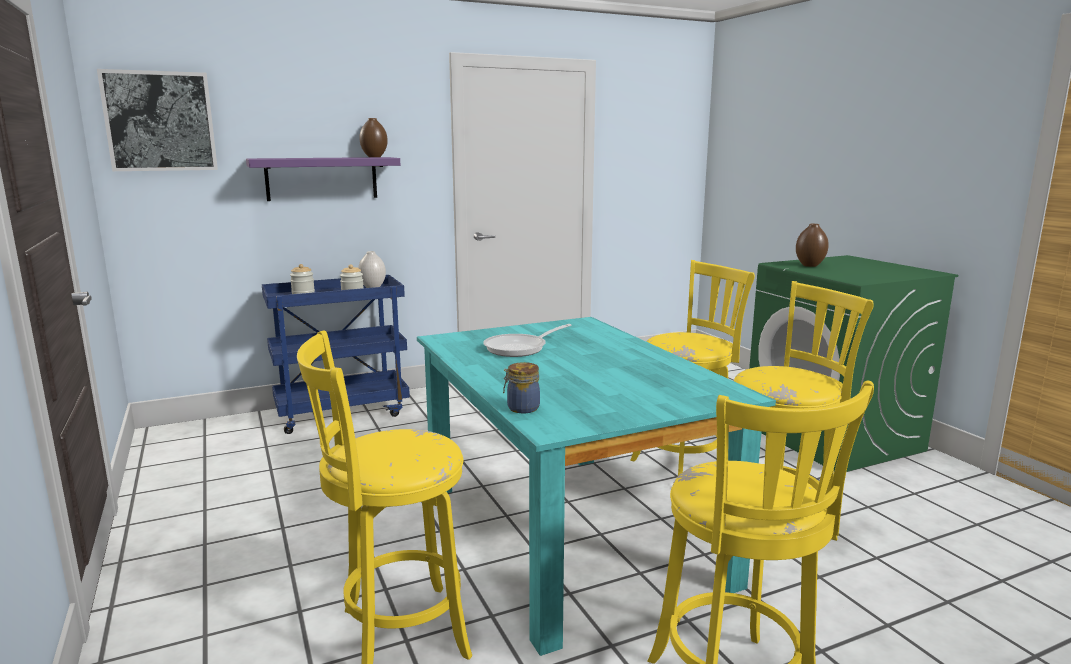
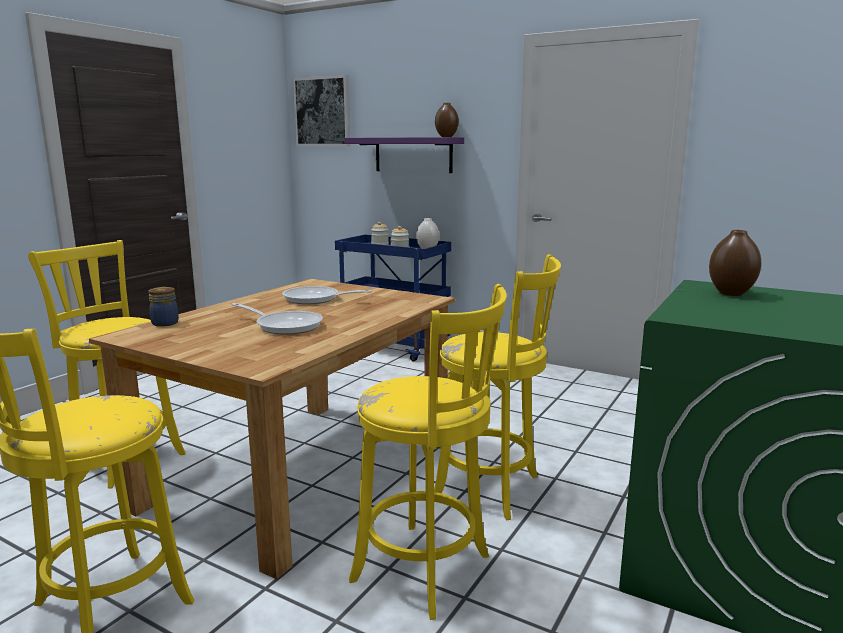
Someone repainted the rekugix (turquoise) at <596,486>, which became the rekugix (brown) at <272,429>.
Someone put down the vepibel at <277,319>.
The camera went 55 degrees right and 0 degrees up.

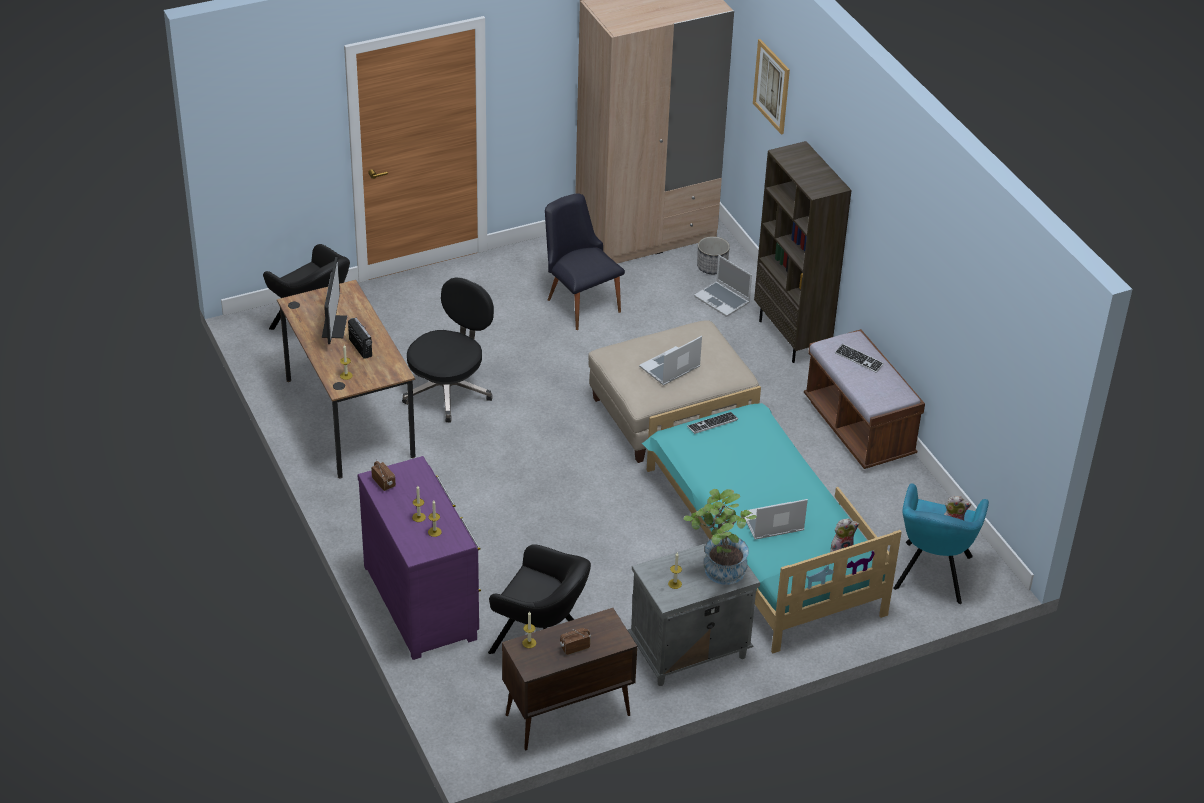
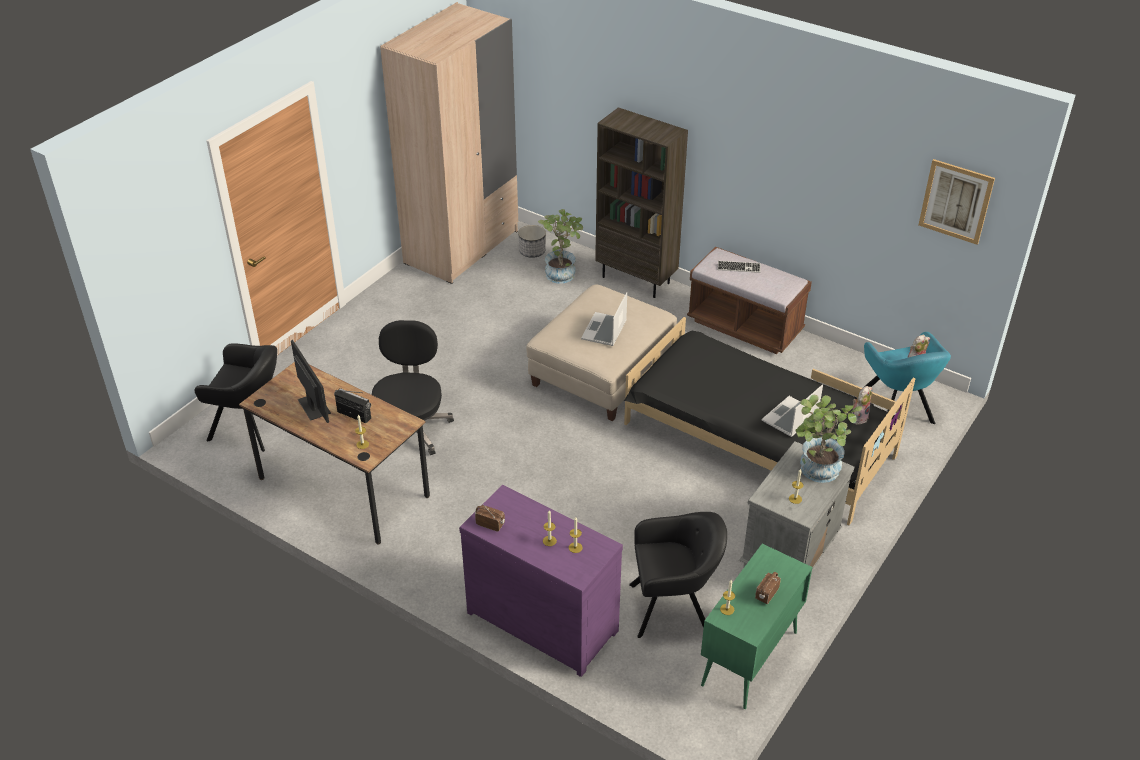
Someone repainted the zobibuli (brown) at <569,679>, which became the zobibuli (green) at <757,626>.
Someone took away the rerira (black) at <585,261>.
Someone repainted the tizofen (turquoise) at <772,519>, which became the tizofen (black) at <770,421>.
Someone took away the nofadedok at <712,423>.
Someone swapped the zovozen at <723,286> for the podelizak at <560,246>.
Someone carried the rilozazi from <771,87> to <956,202>.
The camera went 30 degrees left and 0 degrees up.

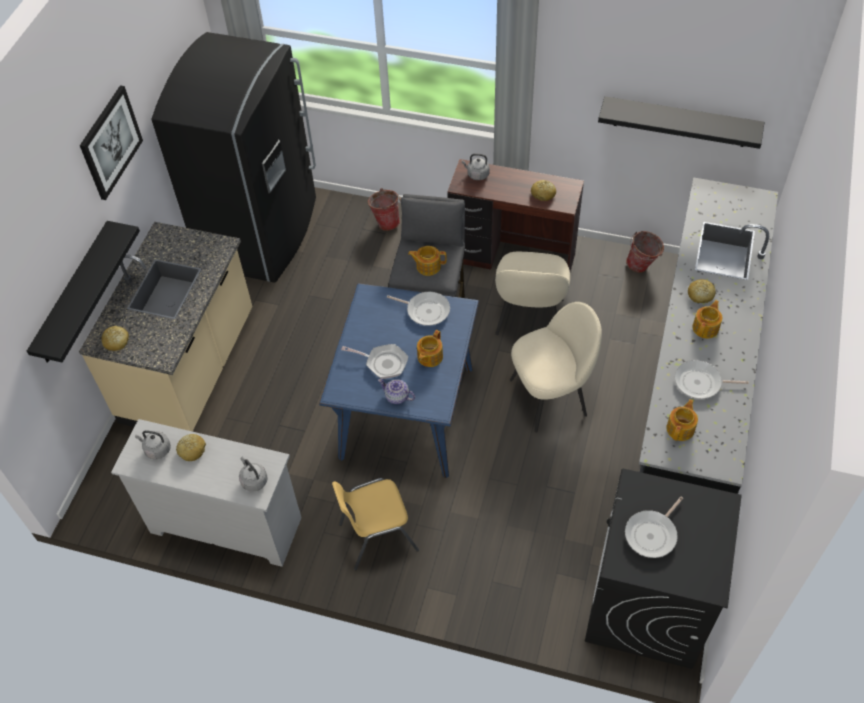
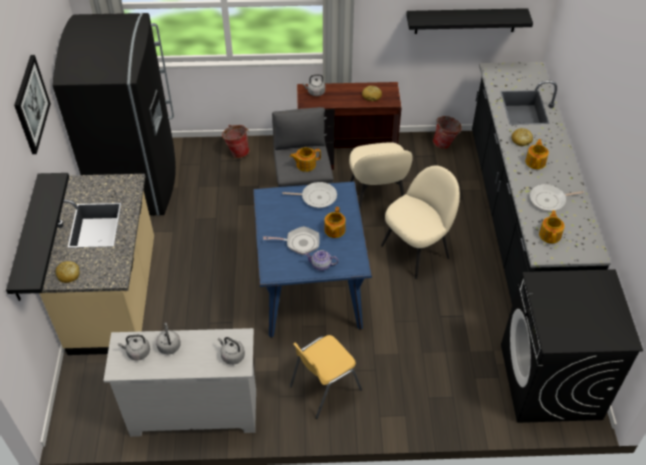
Someone swapped the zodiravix at <191,447> for the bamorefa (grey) at <168,339>.
Someone took away the vepibel at <654,527>.
The camera went 20 degrees left and 5 degrees down.

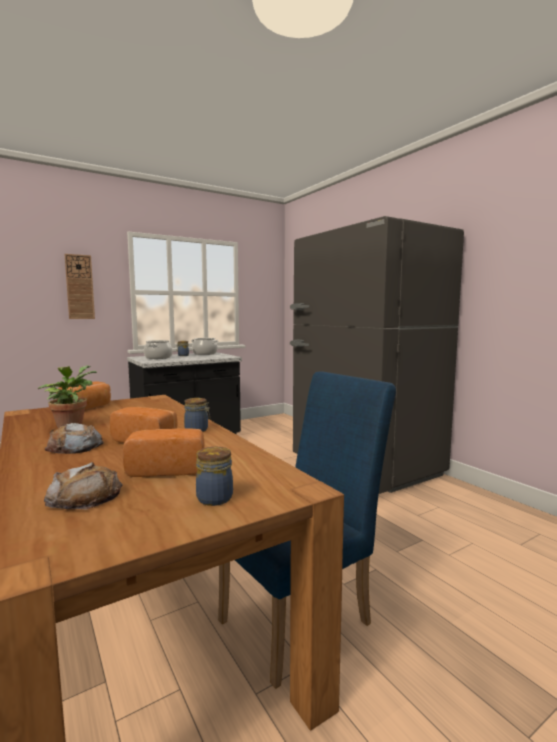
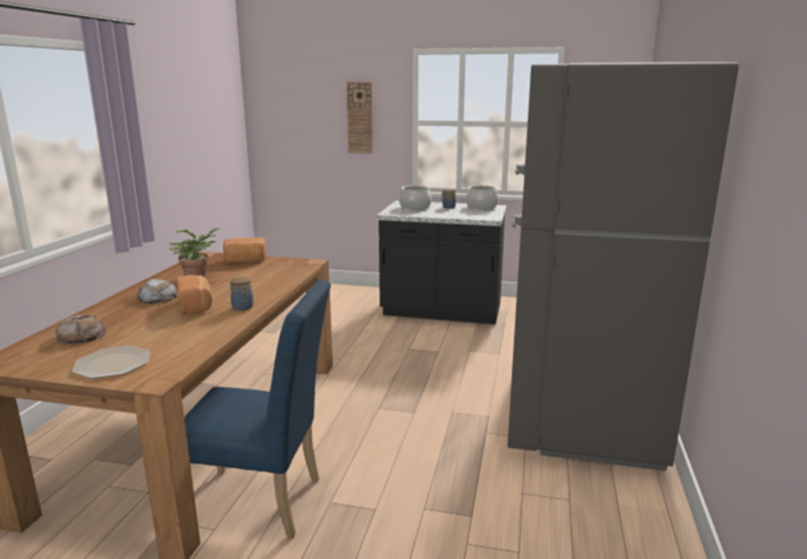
Someone took away the zodiravix at <163,452>.
Someone swapped the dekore at <214,476> for the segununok at <111,362>.
The camera went 45 degrees right and 10 degrees up.

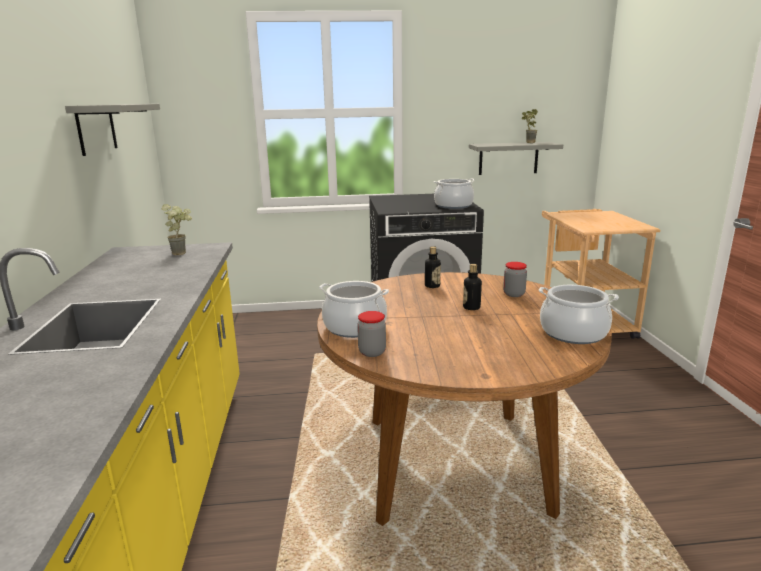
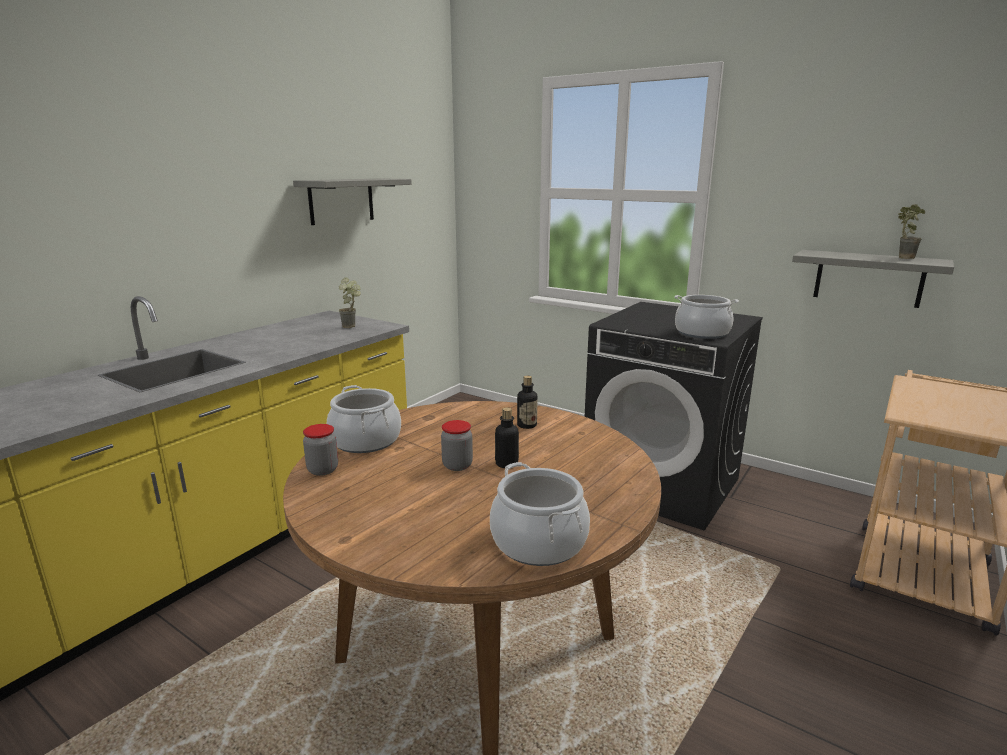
Someone carried the dekore from <515,279> to <457,445>.
The camera went 40 degrees right and 0 degrees up.

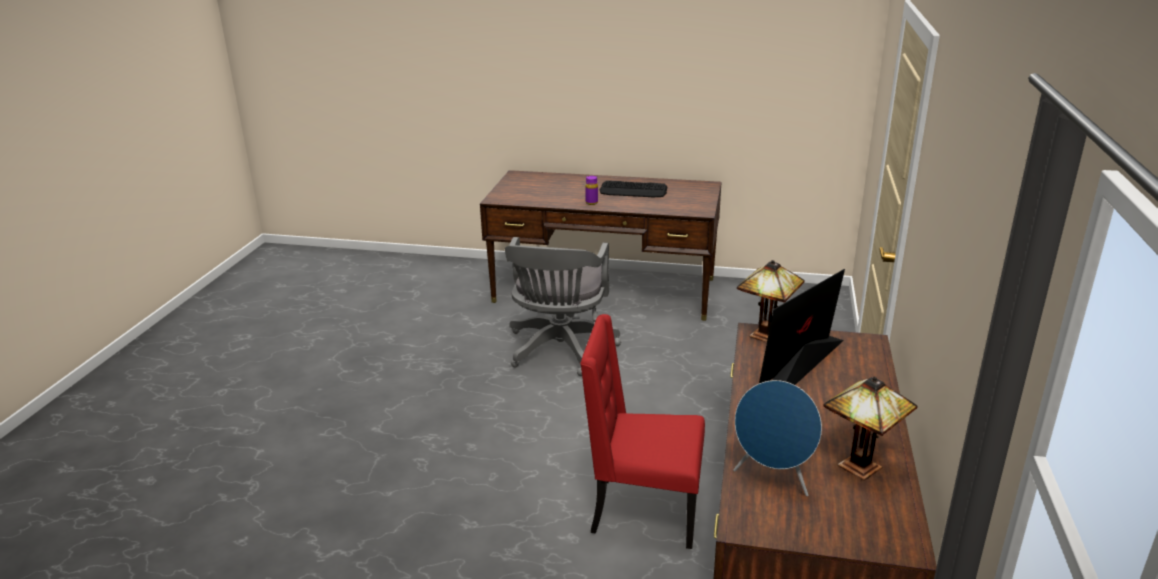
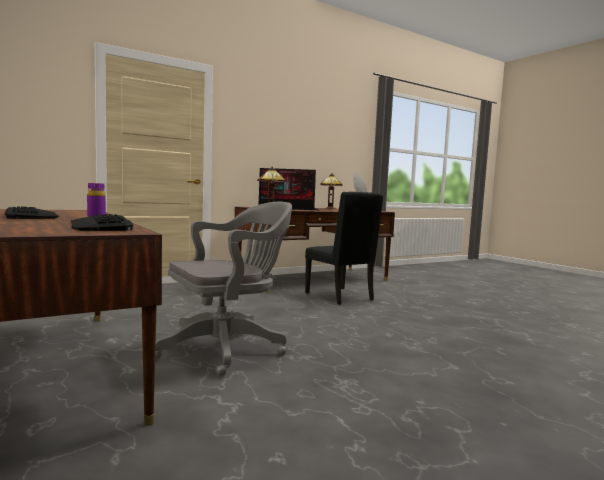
Someone repainted the rerira (red) at <642,431>, which became the rerira (black) at <344,248>.
Someone put down the nofadedok at <102,222>.
The camera went 135 degrees left and 20 degrees down.

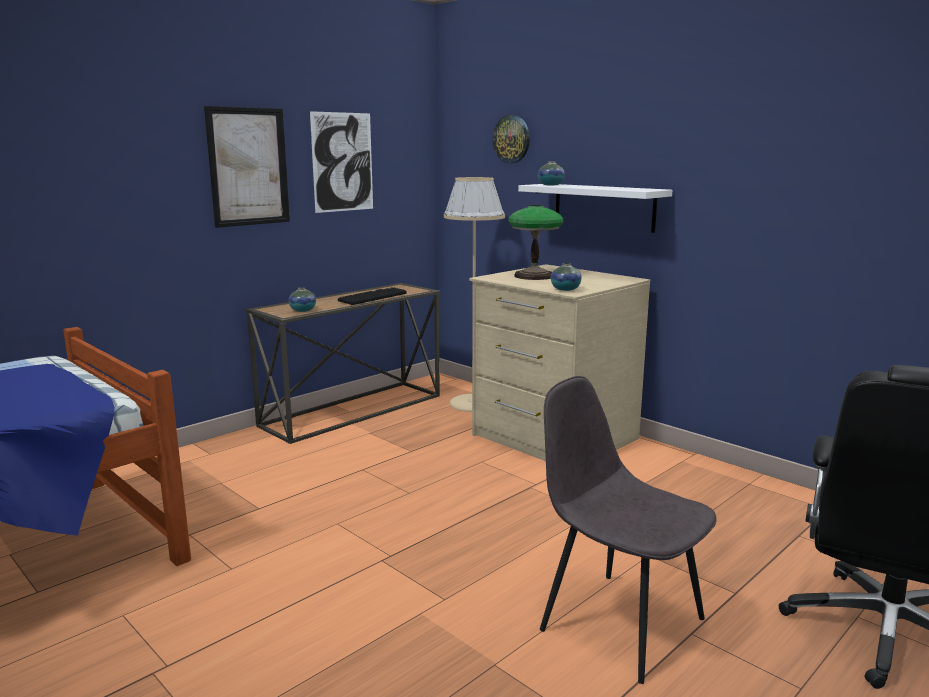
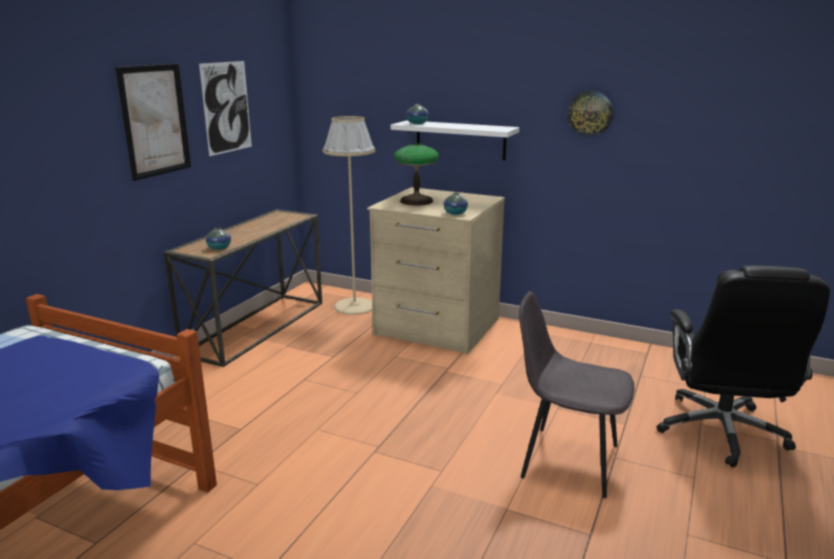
Someone took away the nofadedok at <372,296>.
Someone carried the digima from <511,139> to <590,114>.
The camera went 20 degrees left and 5 degrees up.

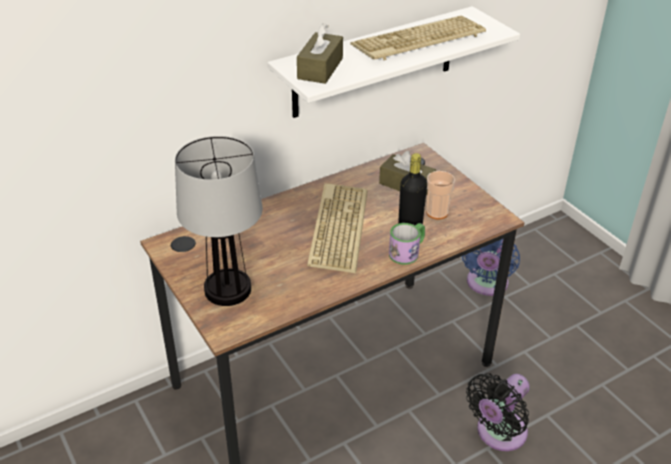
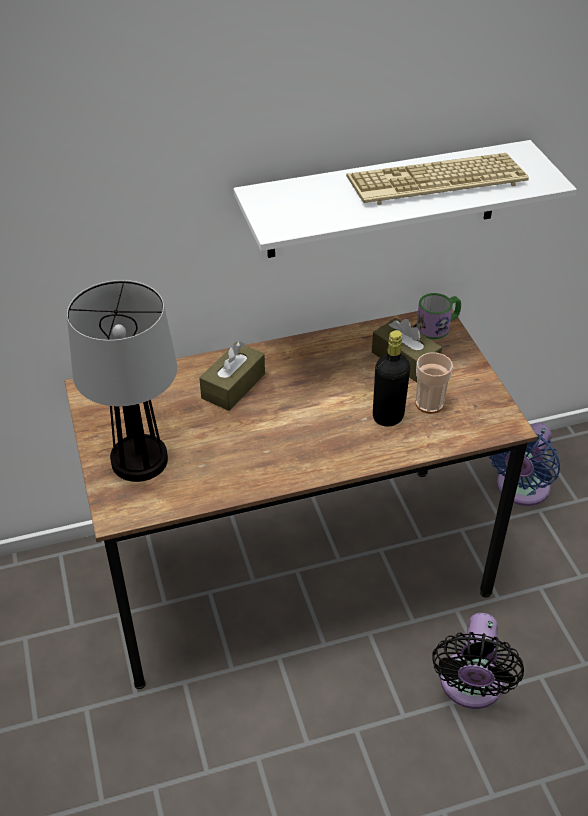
Someone carried the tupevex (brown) from <320,53> to <232,376>.
Someone took away the nofadedok at <337,228>.
Someone carried the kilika from <407,244> to <438,316>.
Someone rotated the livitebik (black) at <498,412> by 45 degrees counterclockwise.
The camera went 15 degrees right and 5 degrees up.

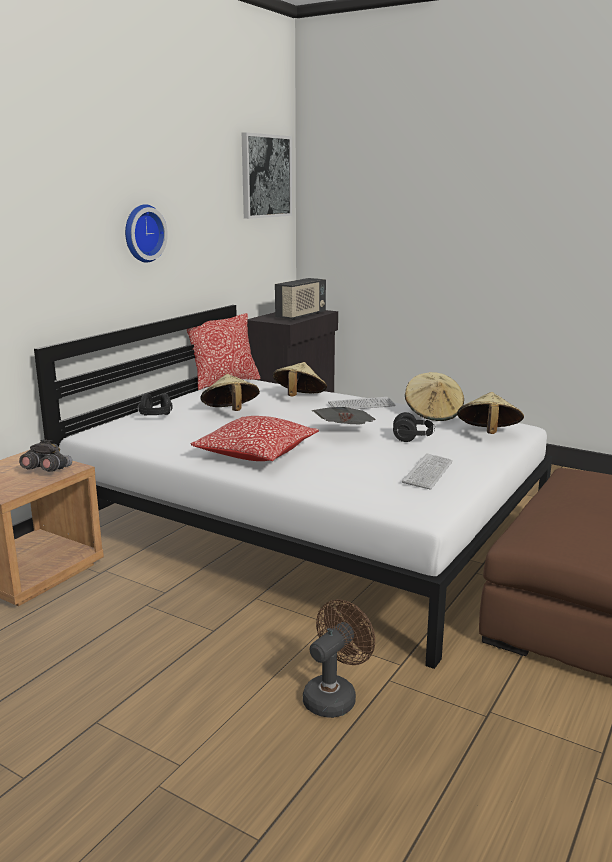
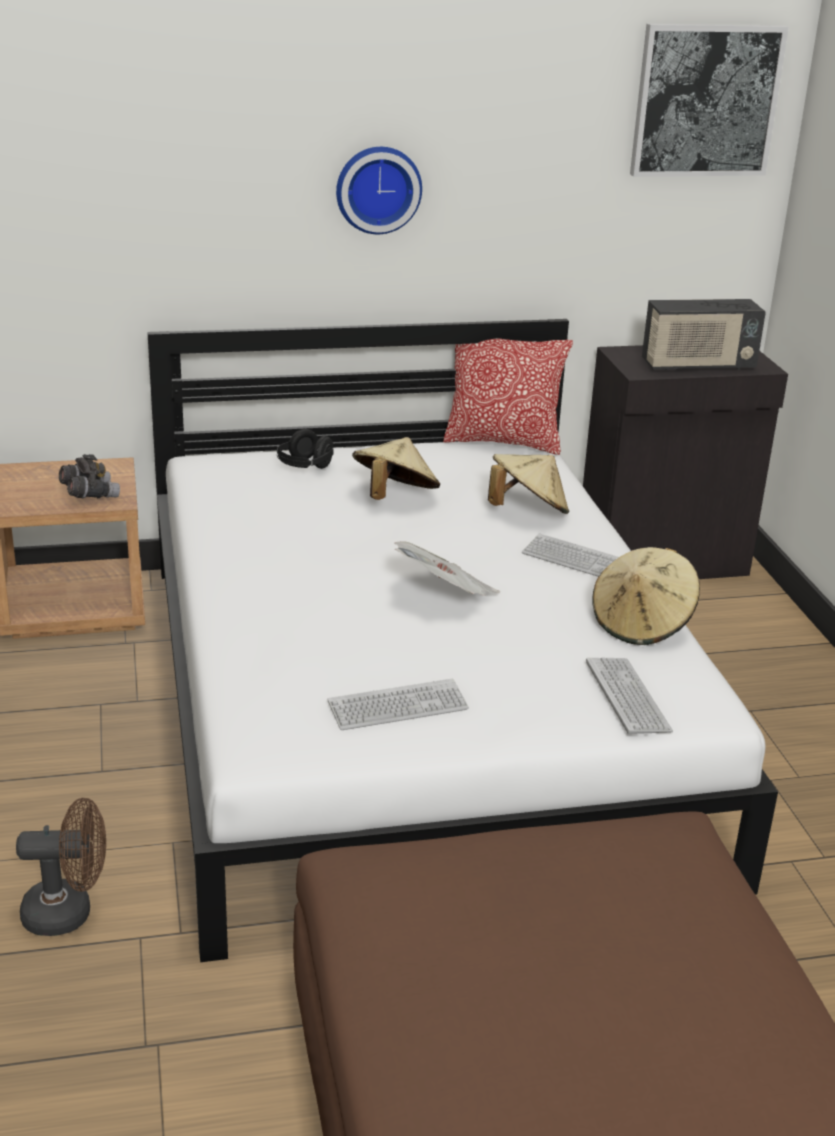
Someone took away the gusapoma at <255,438>.
Someone took away the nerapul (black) at <414,427>.
Someone swapped the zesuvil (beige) at <490,413> for the nofadedok at <629,696>.
The camera went 45 degrees right and 10 degrees up.

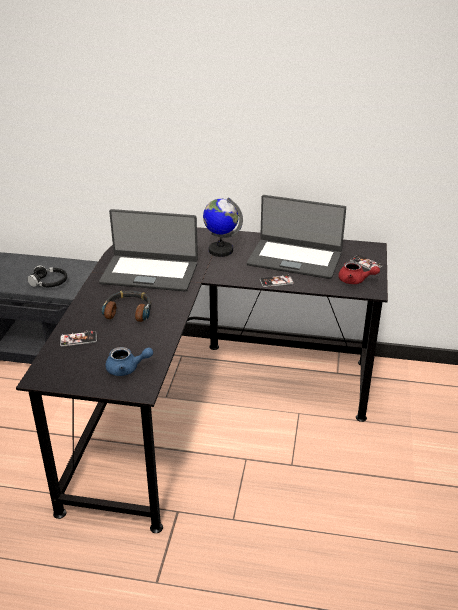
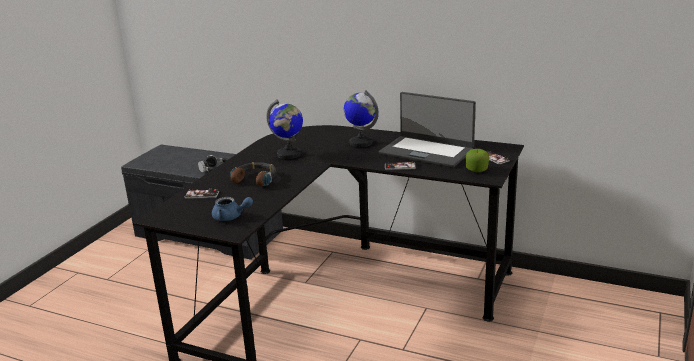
Someone swapped the zovozen at <148,250> for the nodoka at <284,129>.
Someone swapped the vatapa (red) at <359,272> for the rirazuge at <477,160>.
The camera went 15 degrees right and 10 degrees down.

